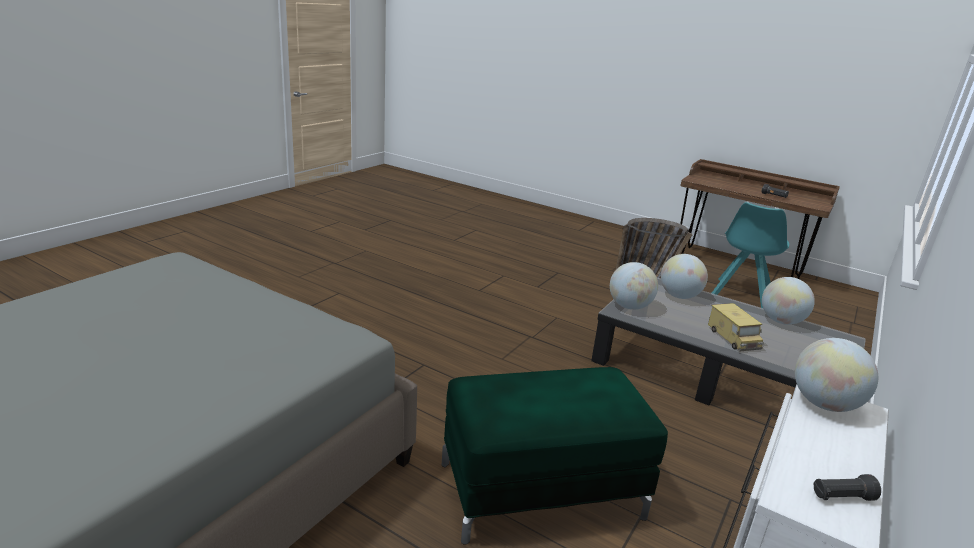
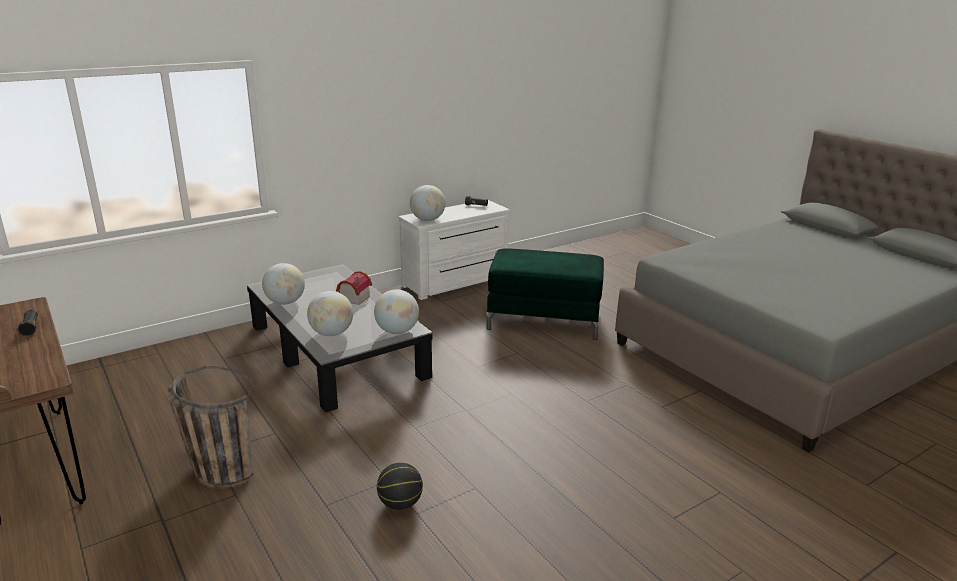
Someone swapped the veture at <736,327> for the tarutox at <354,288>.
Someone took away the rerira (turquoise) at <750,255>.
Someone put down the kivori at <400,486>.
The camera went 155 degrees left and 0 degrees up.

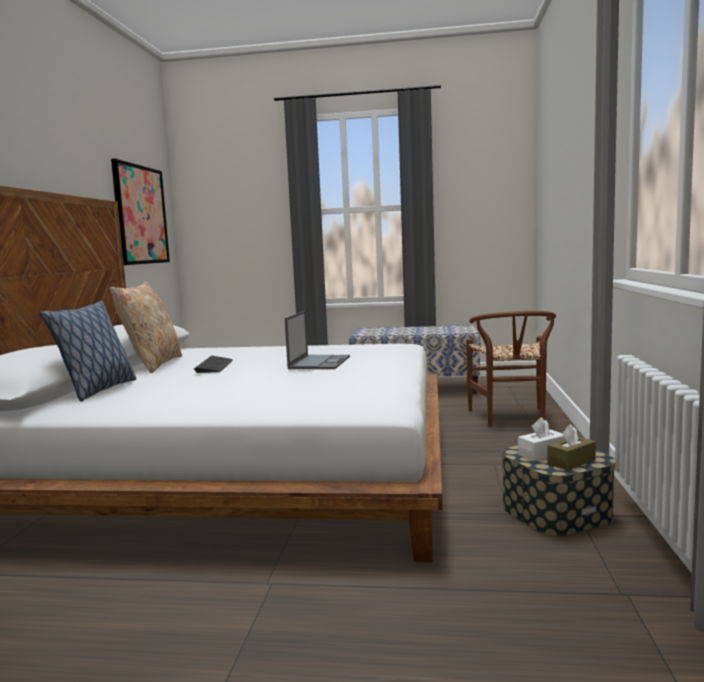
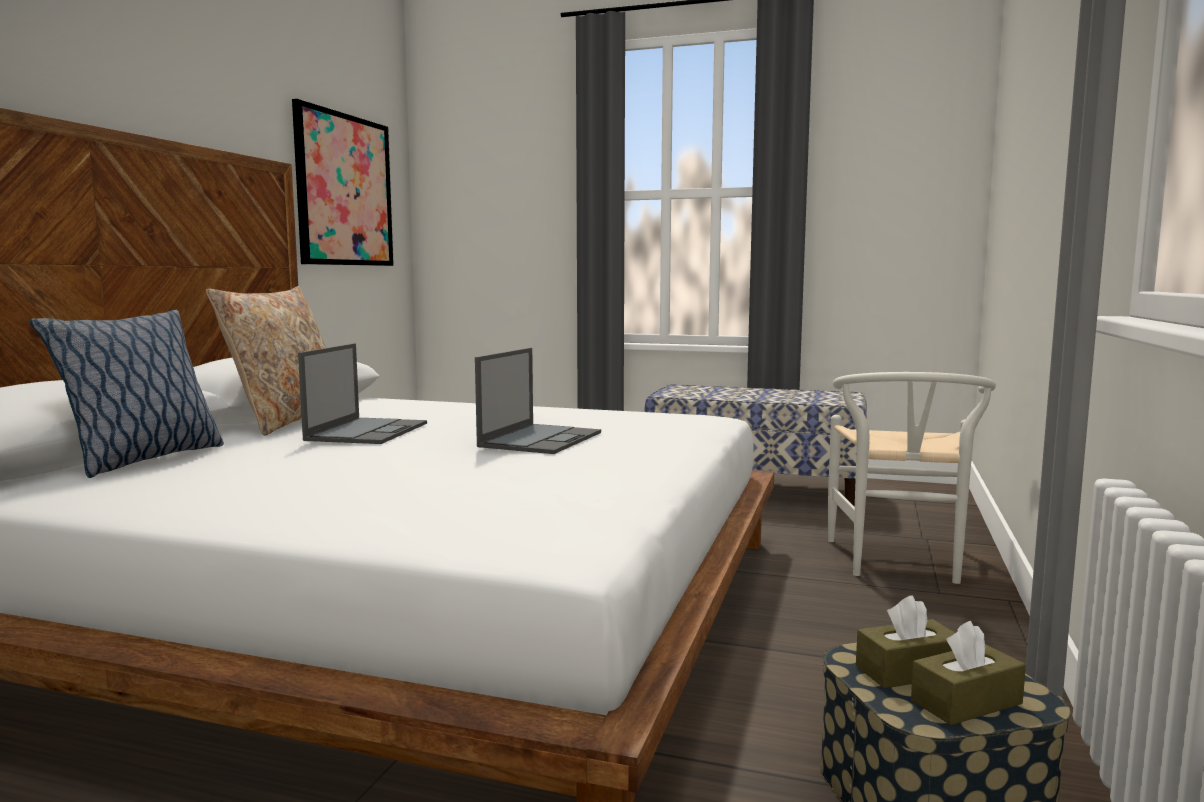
Someone swapped the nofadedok at <213,364> for the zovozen at <362,393>.
Someone repainted the rerira (brown) at <511,369>, which became the rerira (white) at <912,478>.
Someone repainted the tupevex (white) at <541,439>, which became the tupevex (brown) at <905,641>.
The camera went 10 degrees right and 0 degrees up.

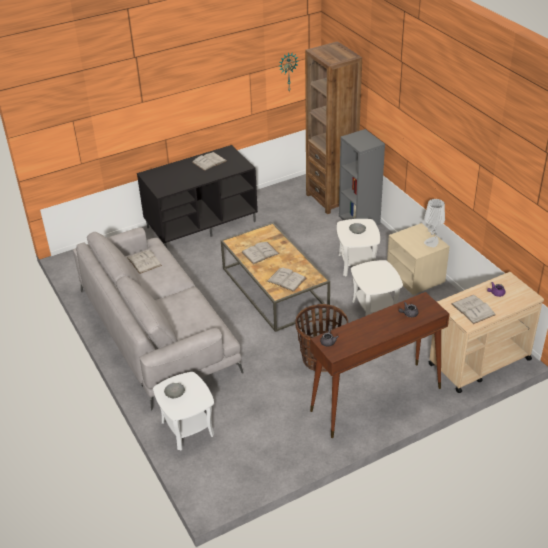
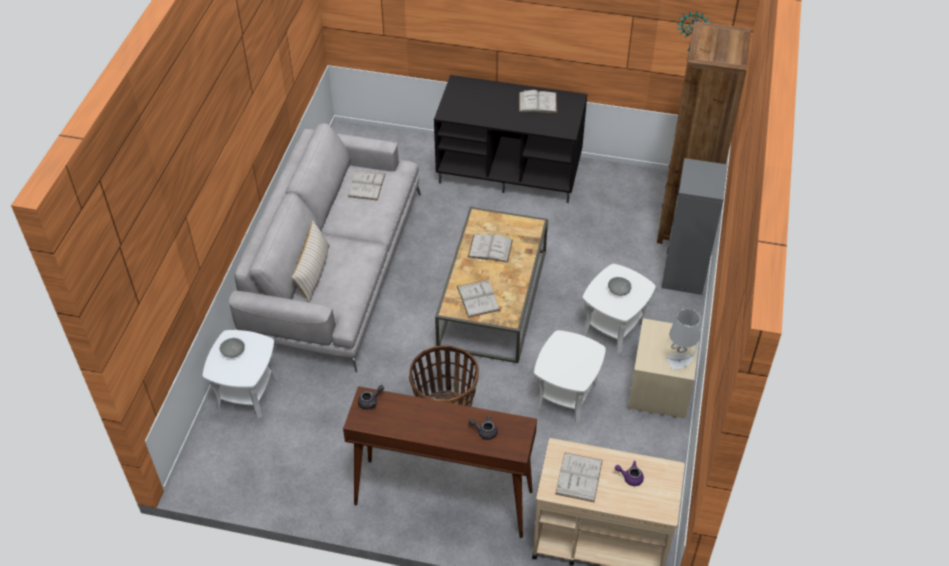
Someone put down the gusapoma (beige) at <311,261>.
The camera went 40 degrees right and 10 degrees up.

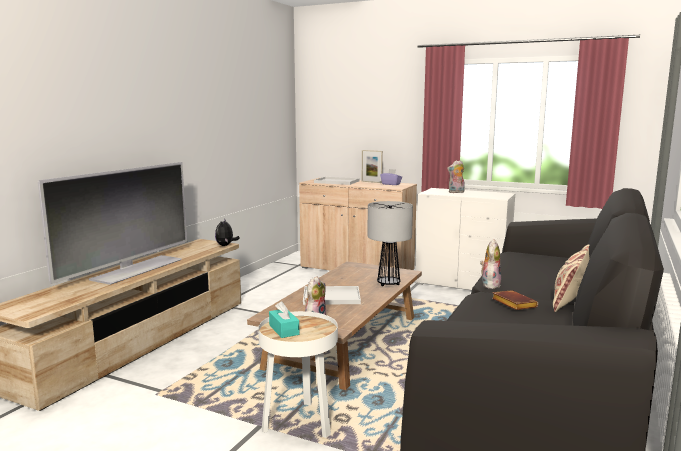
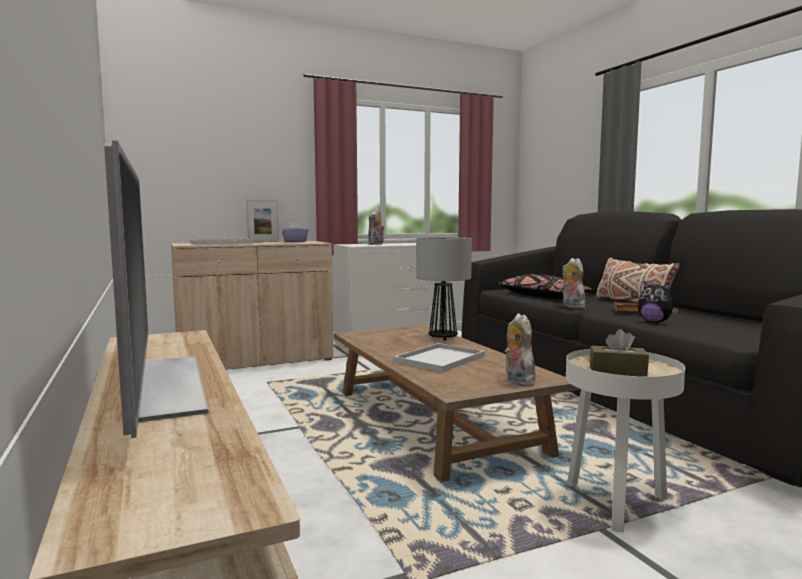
Someone carried the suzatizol from <227,233> to <658,302>.
Someone repainted the tupevex (turquoise) at <284,319>, which became the tupevex (brown) at <619,353>.
Someone put down the gusapoma (black) at <545,286>.
The camera went 50 degrees left and 5 degrees down.

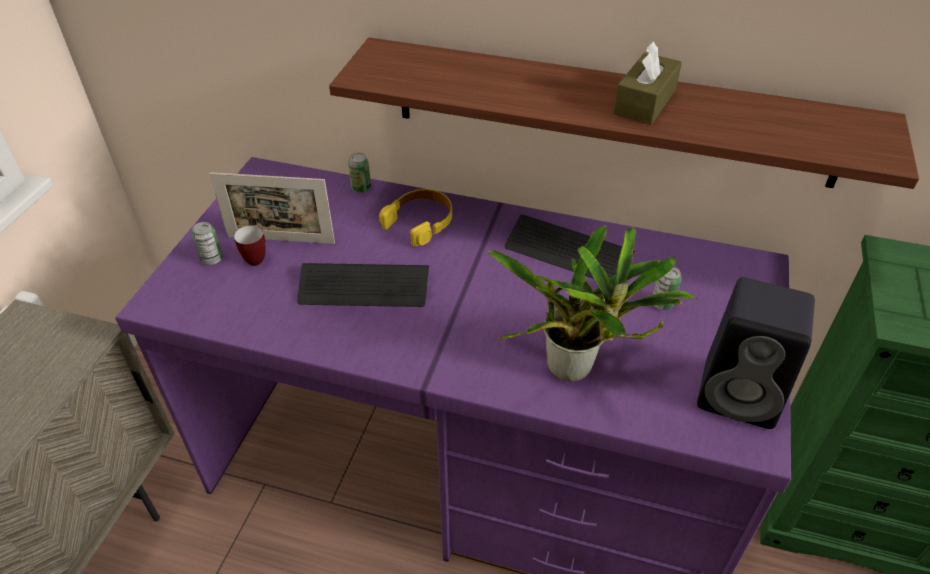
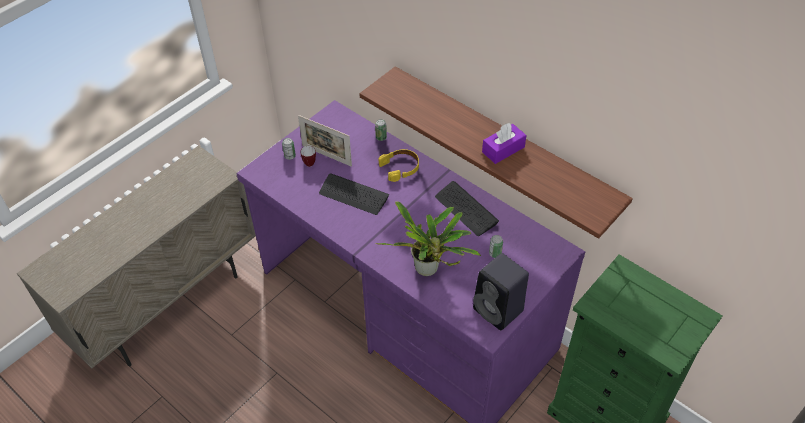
Someone repainted the tupevex (brown) at <647,83>, which became the tupevex (purple) at <504,143>.
The camera went 25 degrees right and 5 degrees up.

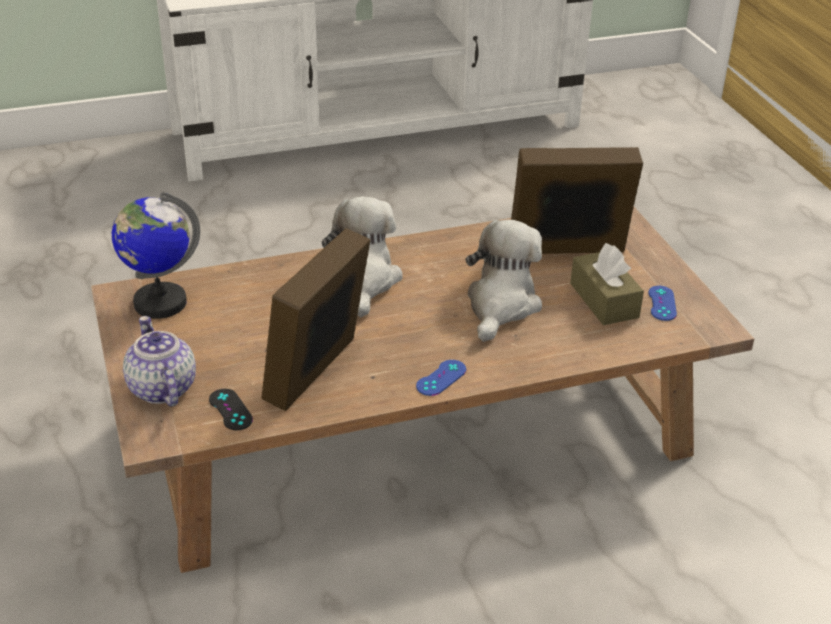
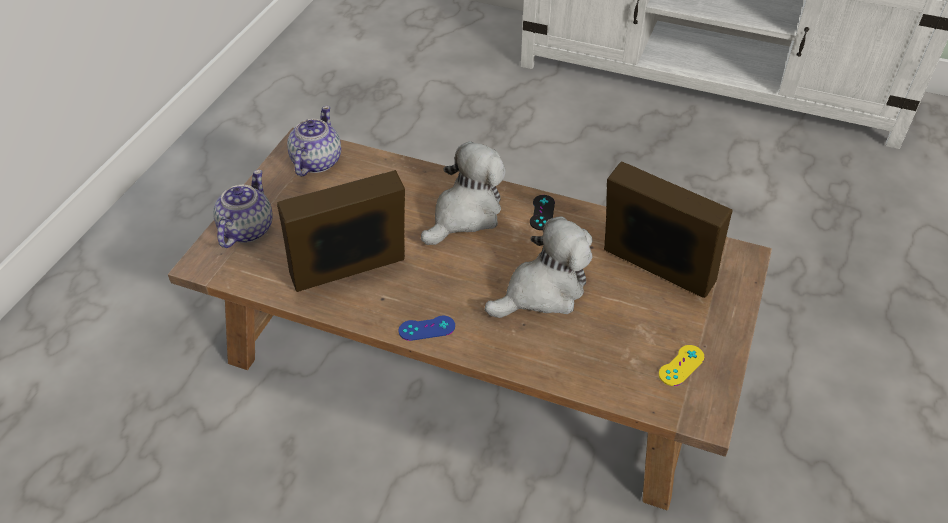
Someone swapped the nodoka at <156,255> for the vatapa at <314,141>.
Someone carried the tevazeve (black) from <231,409> to <542,212>.
Someone took away the tupevex (brown) at <607,284>.
Someone repainted the tevazeve (blue) at <662,303>, which became the tevazeve (yellow) at <682,365>.
The camera went 40 degrees right and 10 degrees up.

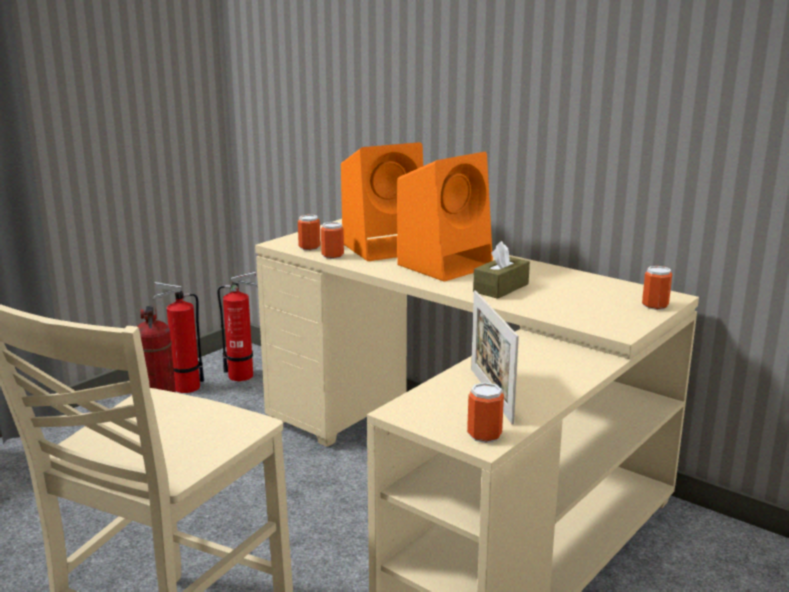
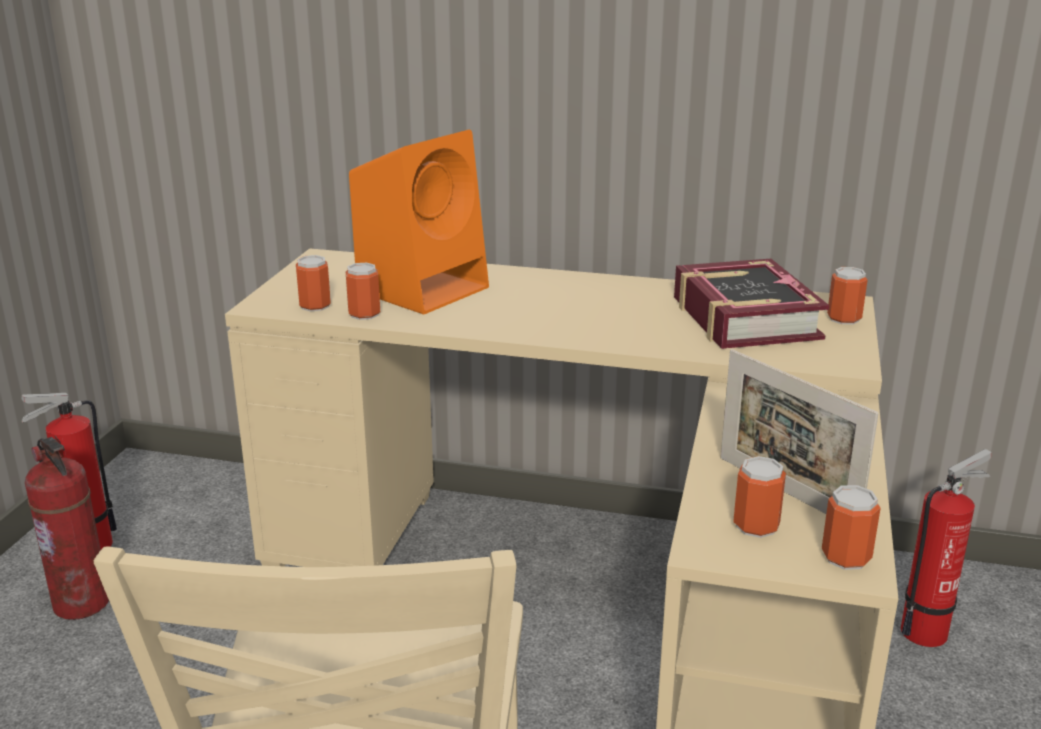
Someone carried the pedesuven from <237,326> to <946,548>.
Someone took away the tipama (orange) at <445,217>.
Someone took away the tupevex (brown) at <501,270>.
Someone put down the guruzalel at <751,304>.
Someone put down the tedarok at <759,497>.
The camera went 25 degrees left and 5 degrees up.

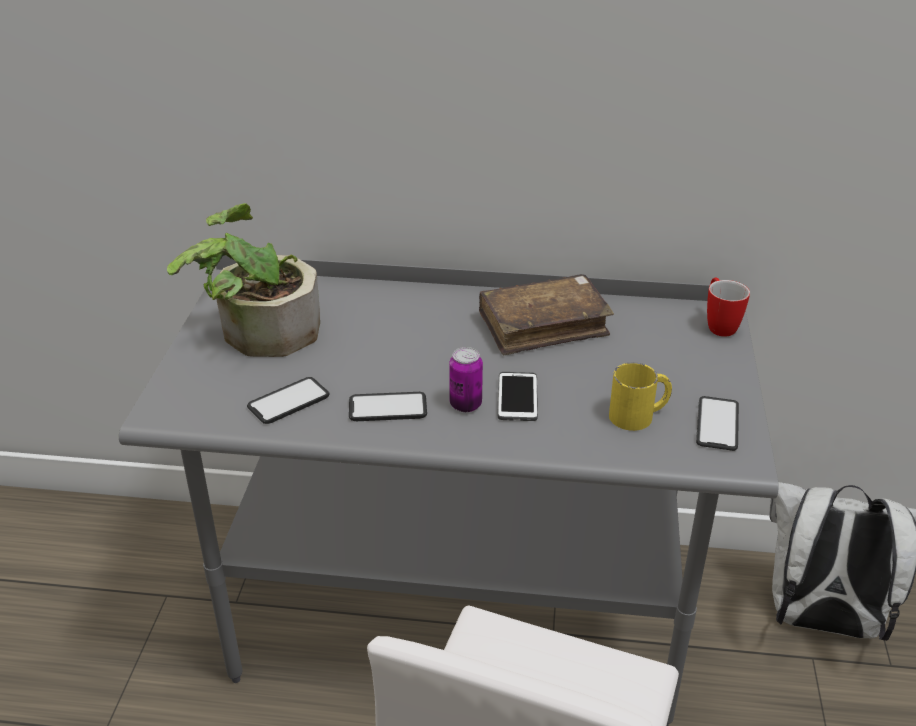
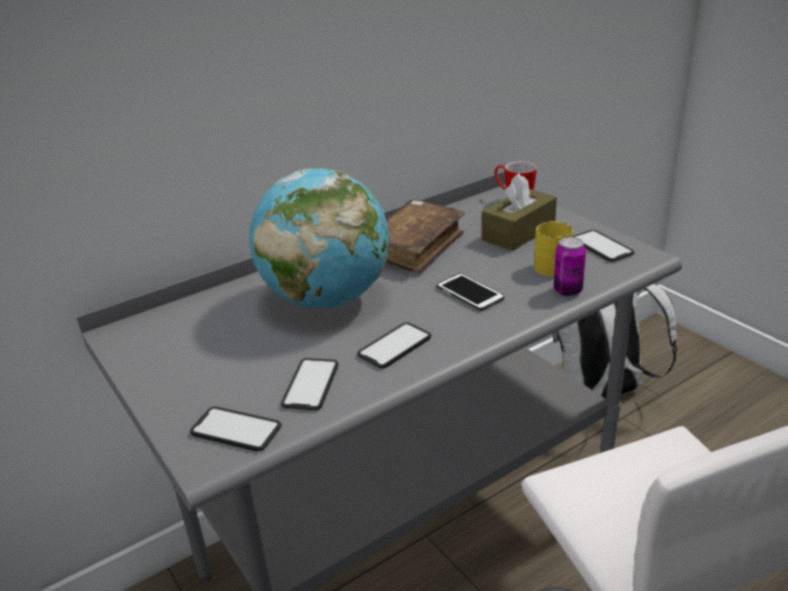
Someone took away the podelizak at <243,280>.
Someone carried the tedarok from <466,379> to <570,266>.
Someone put down the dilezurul at <236,428>.
Someone put down the nodoka at <319,238>.
Someone put down the tupevex (brown) at <519,212>.
The camera went 40 degrees left and 5 degrees down.

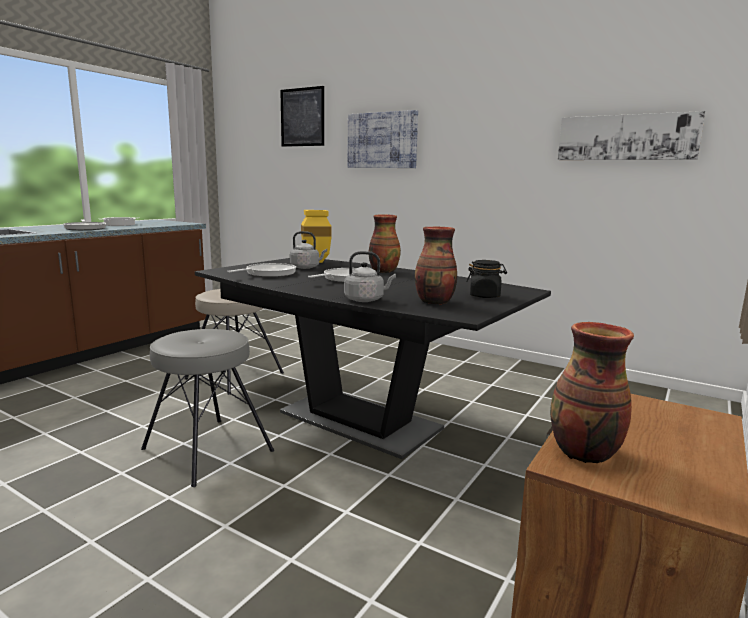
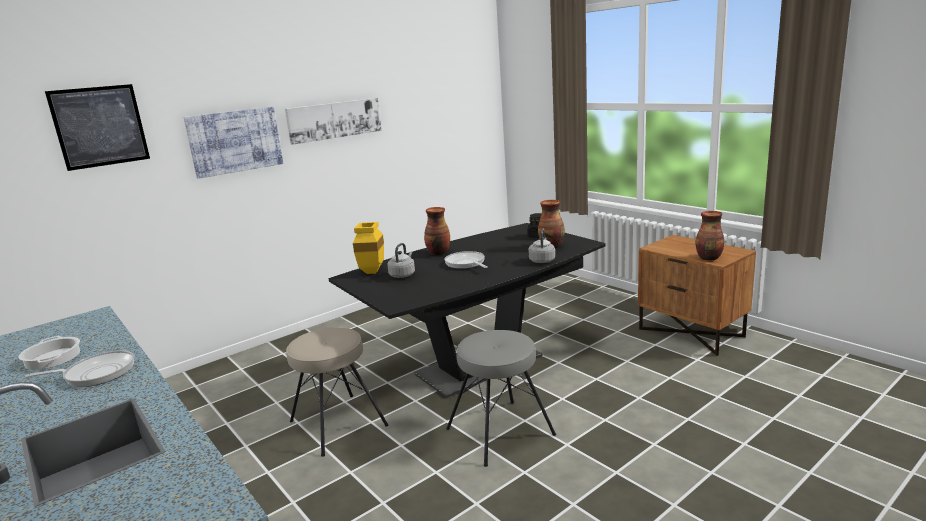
Someone took away the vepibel at <261,270>.
Someone carried the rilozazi from <631,135> to <333,121>.
The camera went 70 degrees left and 5 degrees up.

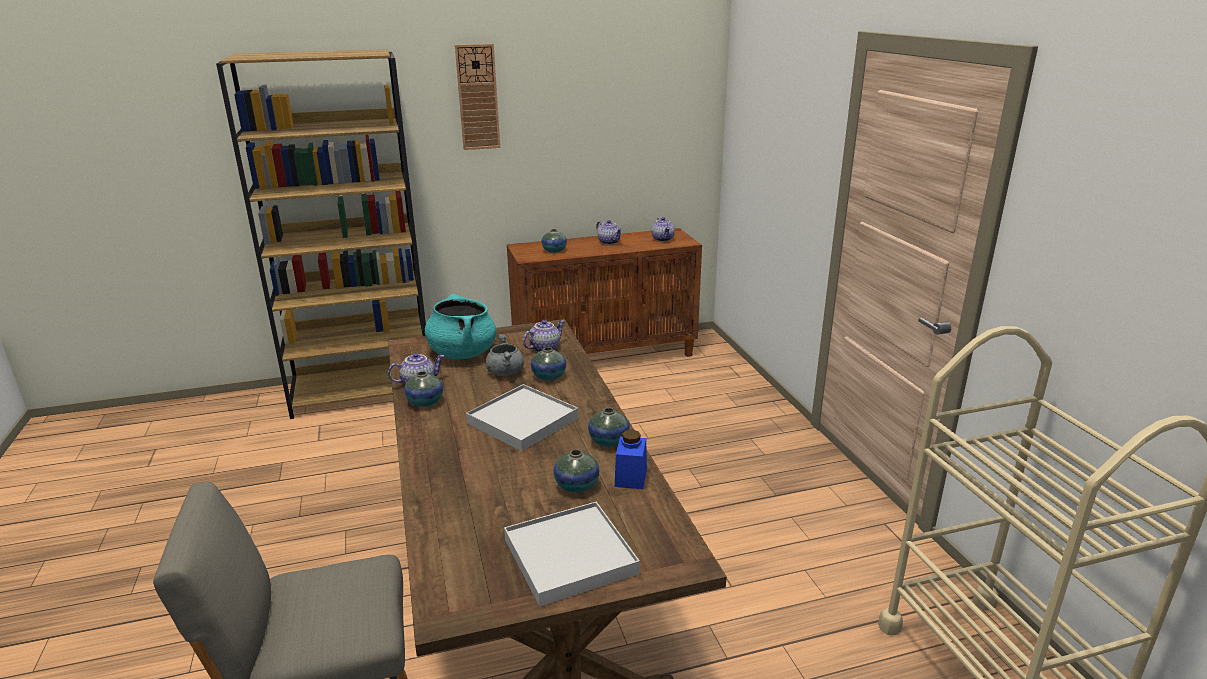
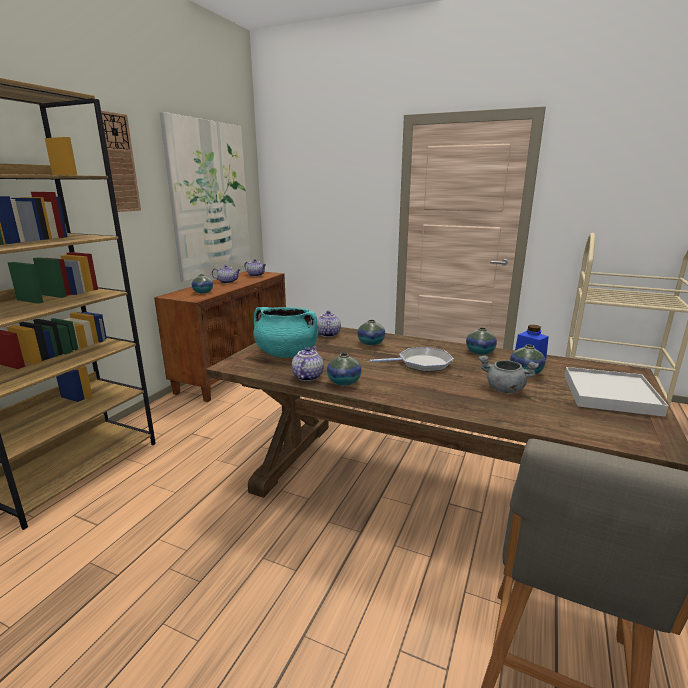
Someone swapped the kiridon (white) at <522,417> for the vepibel at <412,359>.
Someone carried the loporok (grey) from <505,355> to <509,374>.
Someone put up the rilozazi at <205,197>.
The camera went 50 degrees left and 5 degrees down.

